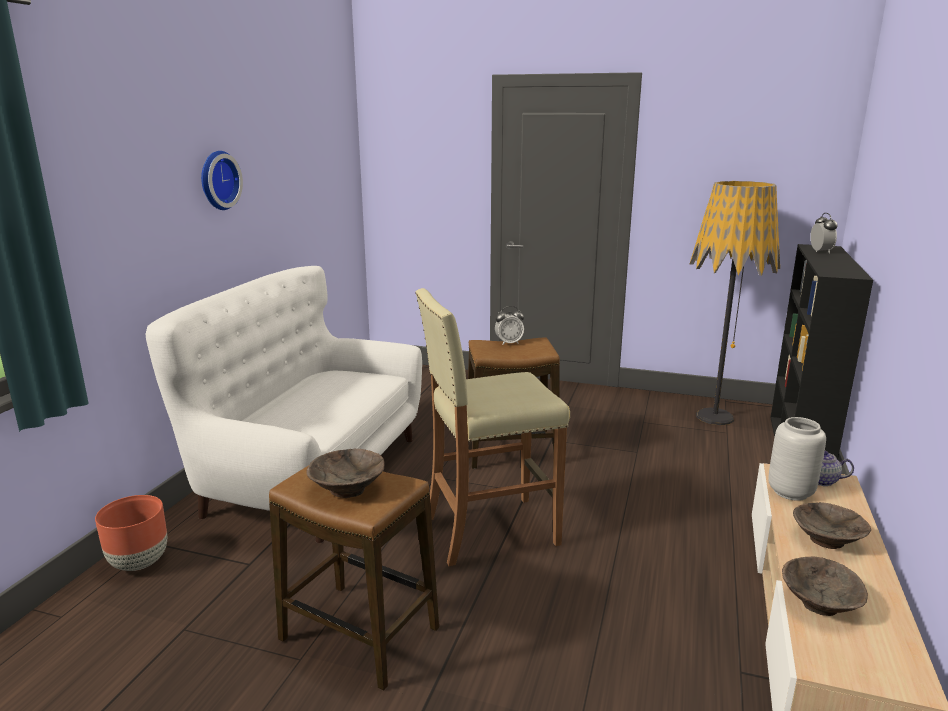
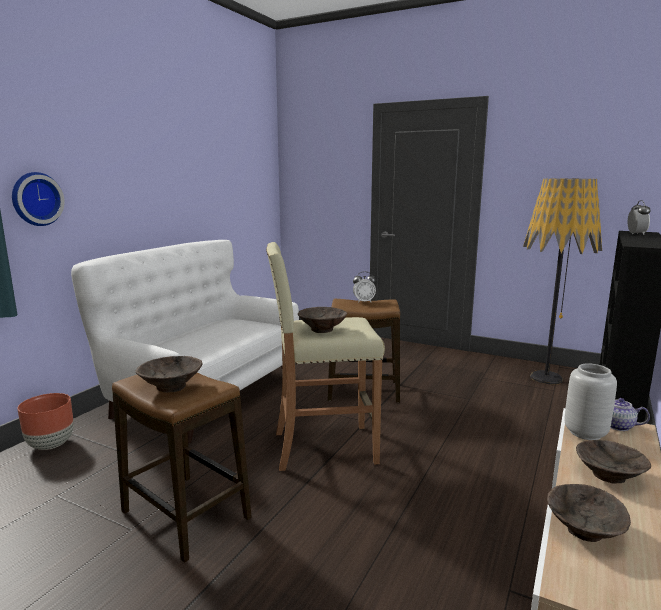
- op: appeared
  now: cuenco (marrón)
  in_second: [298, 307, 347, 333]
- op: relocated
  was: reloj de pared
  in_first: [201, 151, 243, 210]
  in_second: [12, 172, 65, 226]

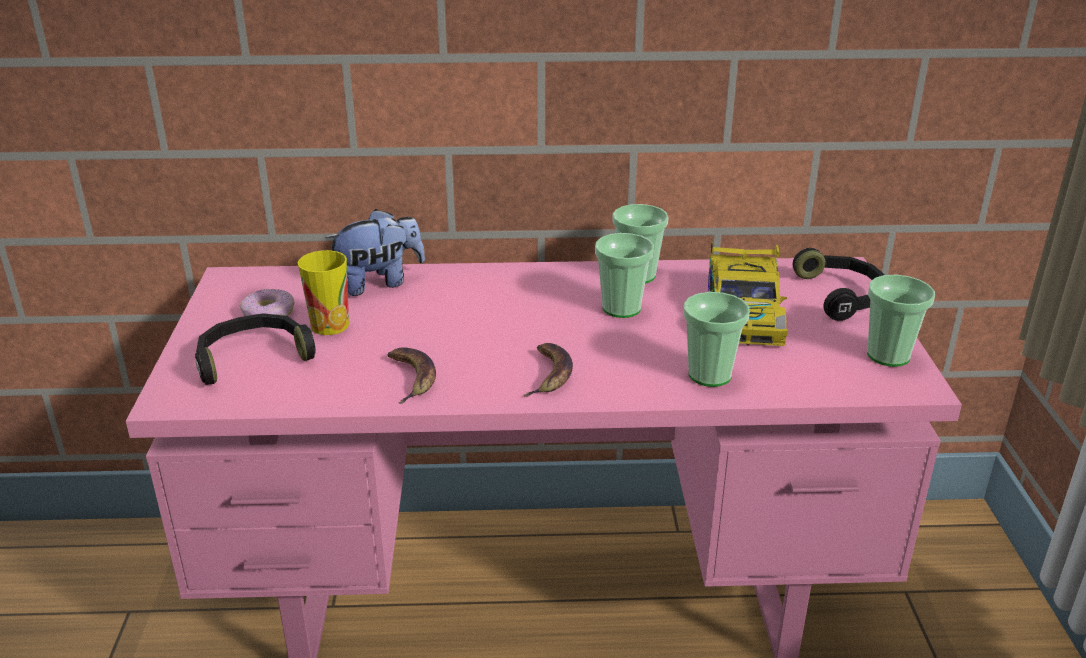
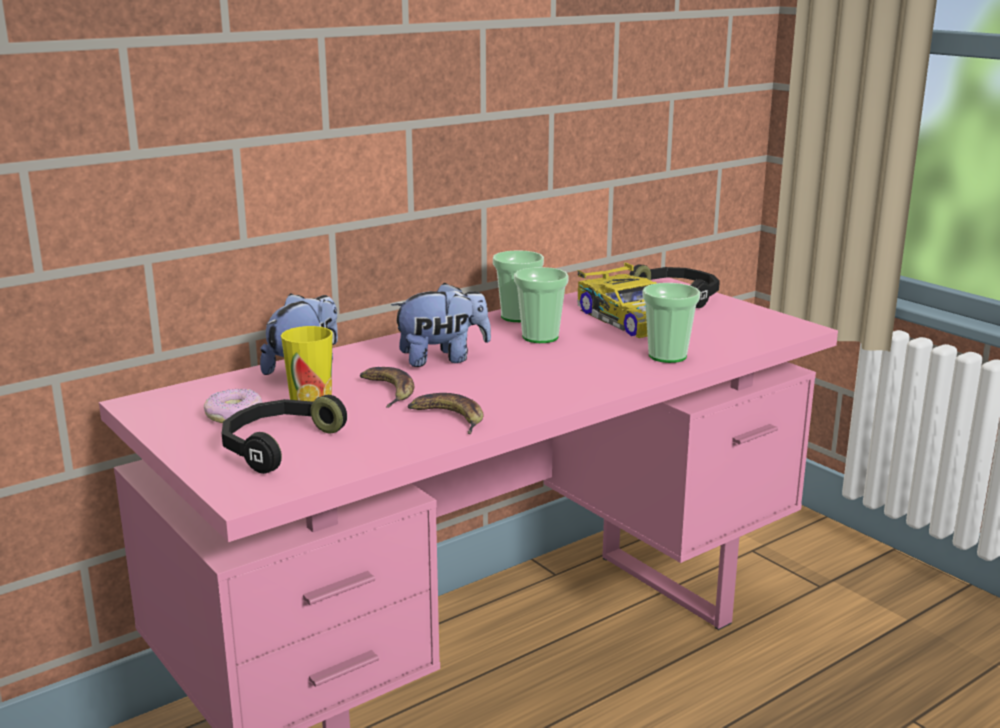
- op: missing
  was: taza
  in_first: [867, 275, 935, 367]
- op: appeared
  now: peluche
  in_second: [391, 282, 491, 367]
- op: relocated
  was: plátano
  in_first: [523, 343, 573, 397]
  in_second: [360, 367, 414, 408]

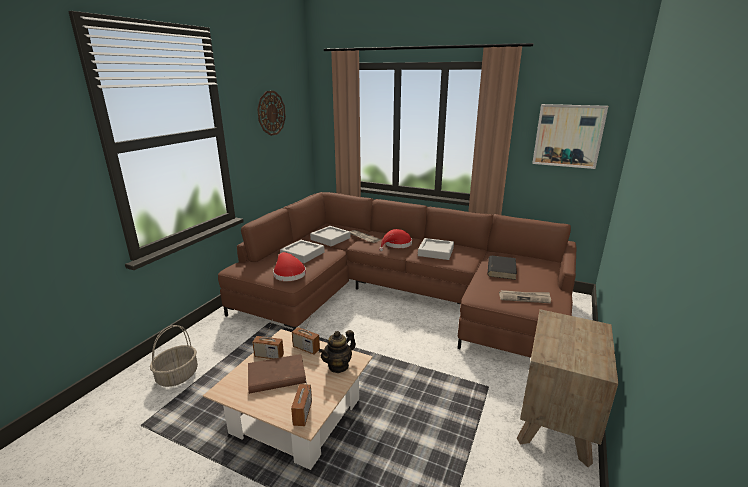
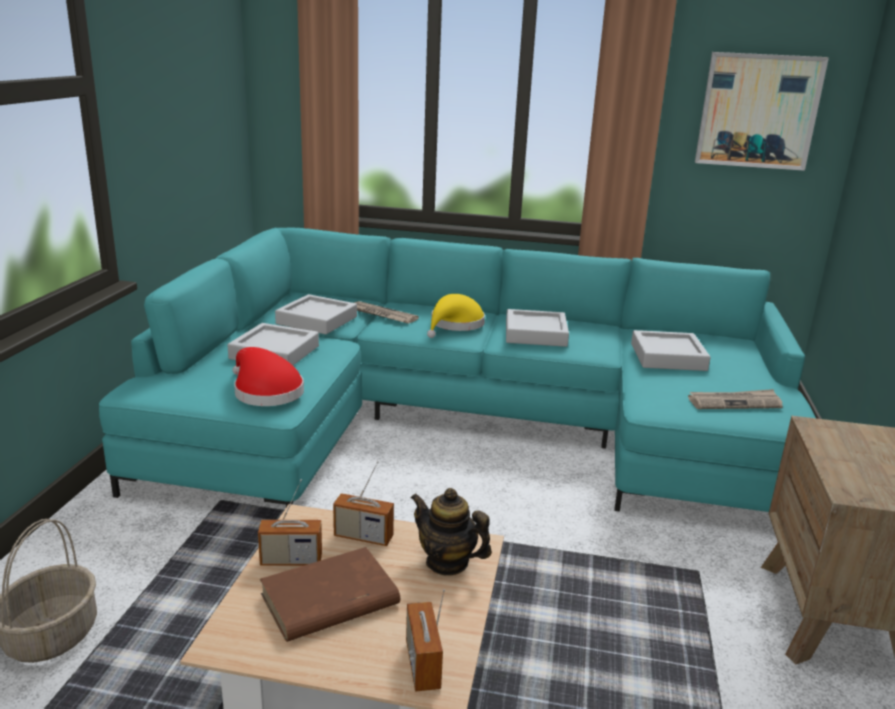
- op: missing
  was: reloj de pared
  in_first: [257, 91, 286, 136]
- op: exchanged
  was: libro (negro)
  now: bandeja (gris)
  in_first: [488, 256, 517, 280]
  in_second: [631, 330, 711, 371]
- op: colour
  was: sofá (marrón)
  now: sofá (turquesa)
  in_first: [218, 192, 576, 358]
  in_second: [99, 227, 816, 512]
- op: colour
  was: sombrero (rojo)
  now: sombrero (amarillo)
  in_first: [379, 229, 412, 251]
  in_second: [427, 294, 485, 338]
- op: spun
  was: tetera
  in_first: [319, 330, 356, 373]
  in_second: [411, 488, 492, 576]
  clockwise: 90

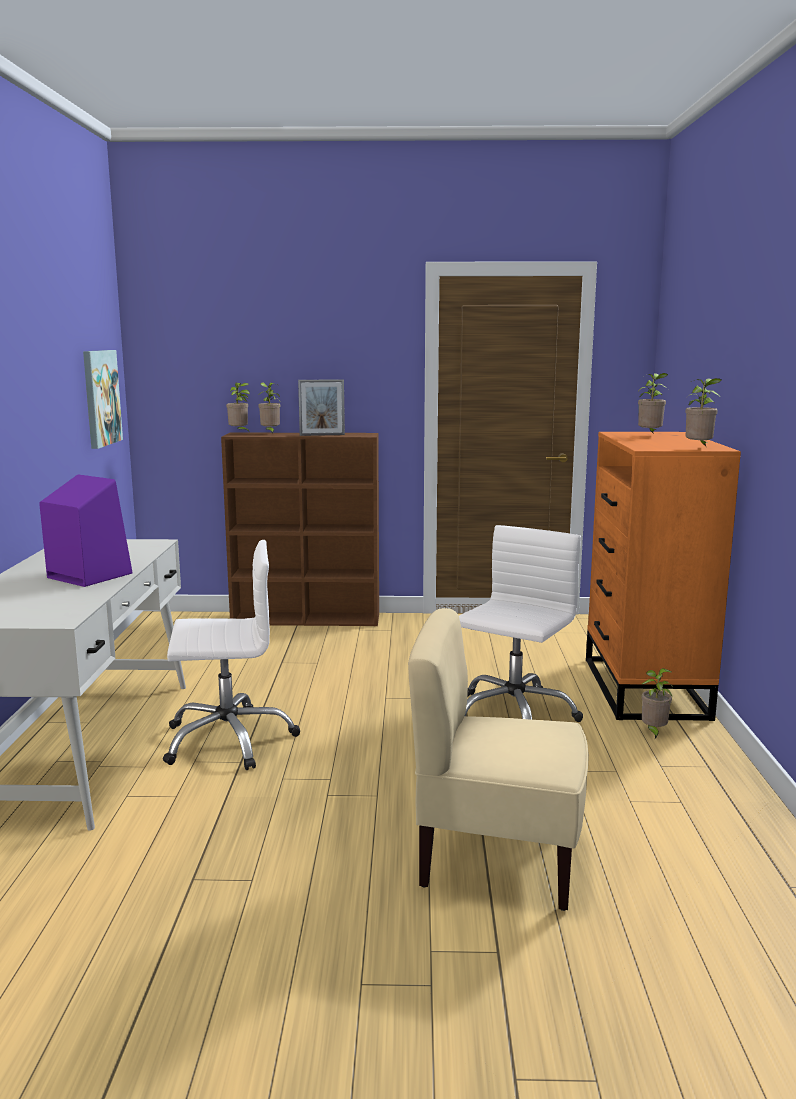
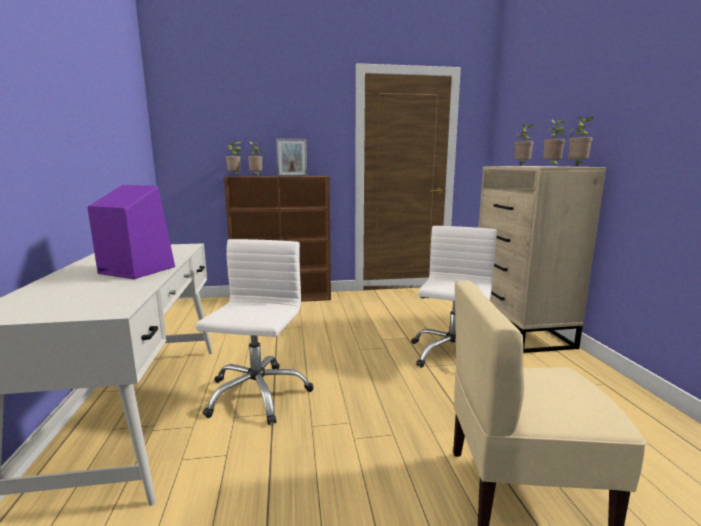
- op: missing
  was: cuadro
  in_first: [83, 350, 123, 449]
- op: relocated
  was: planta en maceta
  in_first: [641, 668, 673, 739]
  in_second: [543, 119, 566, 165]
- op: colour
  was: cómoda (naranja)
  now: cómoda (beis)
  in_first: [586, 432, 741, 721]
  in_second: [478, 166, 606, 353]
- op: spun
  was: silla de oficina (blanco)
  in_first: [163, 540, 300, 770]
  in_second: [195, 239, 313, 425]
  clockwise: -60

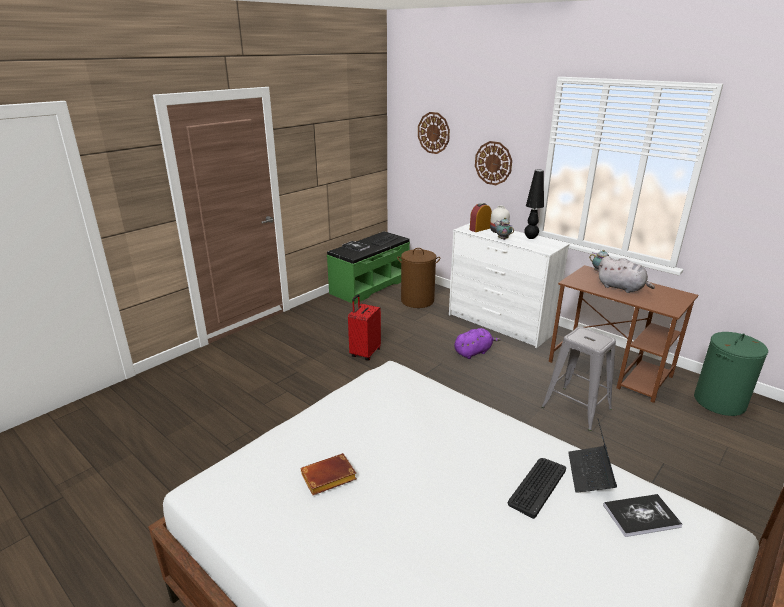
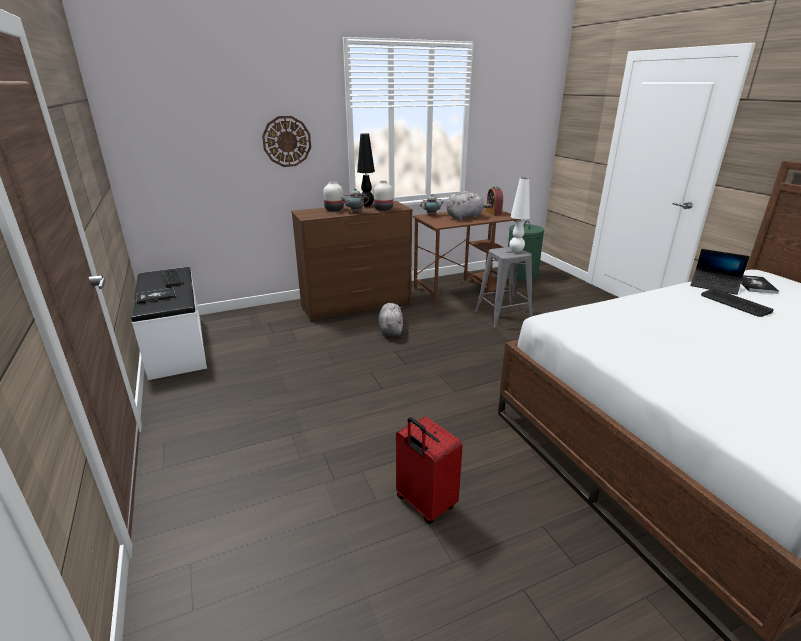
- op: missing
  was: libro (marrón)
  in_first: [301, 453, 357, 495]
- op: missing
  was: cesto de la ropa (marrón)
  in_first: [397, 248, 440, 308]
- op: missing
  was: reloj de pared
  in_first: [418, 112, 450, 154]
- op: appeared
  now: florero (blanco)
  in_second: [373, 181, 393, 211]
- op: appeared
  now: lámpara de mesa (blanco)
  in_second: [509, 178, 530, 253]
- op: relocated
  was: maleta (rojo)
  in_first: [348, 294, 381, 361]
  in_second: [396, 416, 463, 524]
- op: relocated
  was: despertador
  in_first: [470, 203, 492, 232]
  in_second: [486, 187, 503, 216]
- op: colour
  was: banco (verde)
  now: banco (blanco)
  in_first: [327, 231, 410, 304]
  in_second: [131, 267, 207, 380]
- op: colour
  was: cómoda (blanco)
  now: cómoda (marrón)
  in_first: [449, 223, 569, 348]
  in_second: [291, 201, 413, 321]
- op: colour
  was: peluche (morado)
  now: peluche (gris)
  in_first: [454, 328, 501, 359]
  in_second: [379, 303, 403, 336]

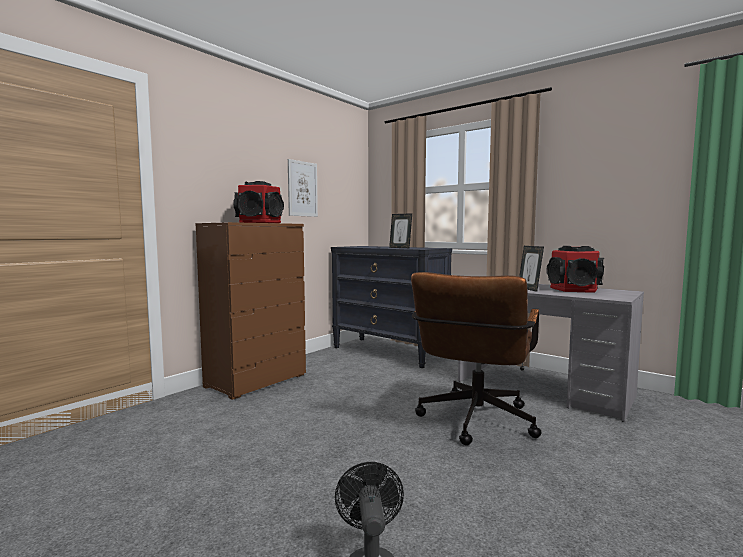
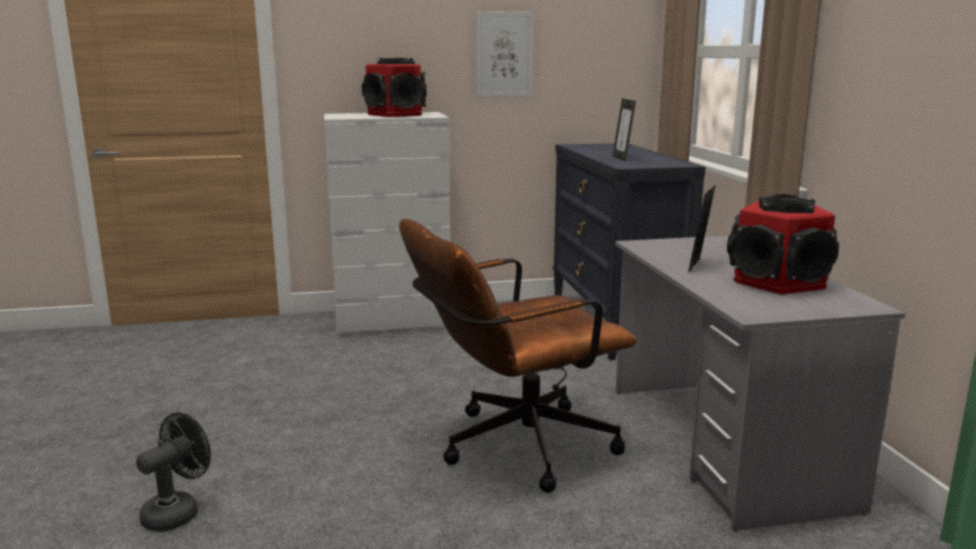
- op: colour
  was: cómoda (marrón)
  now: cómoda (blanco)
  in_first: [195, 222, 306, 400]
  in_second: [324, 112, 450, 335]

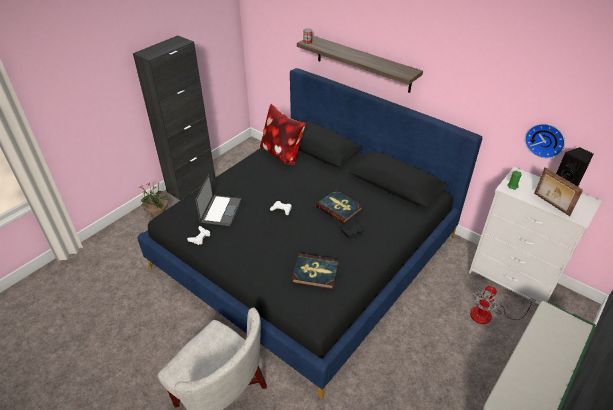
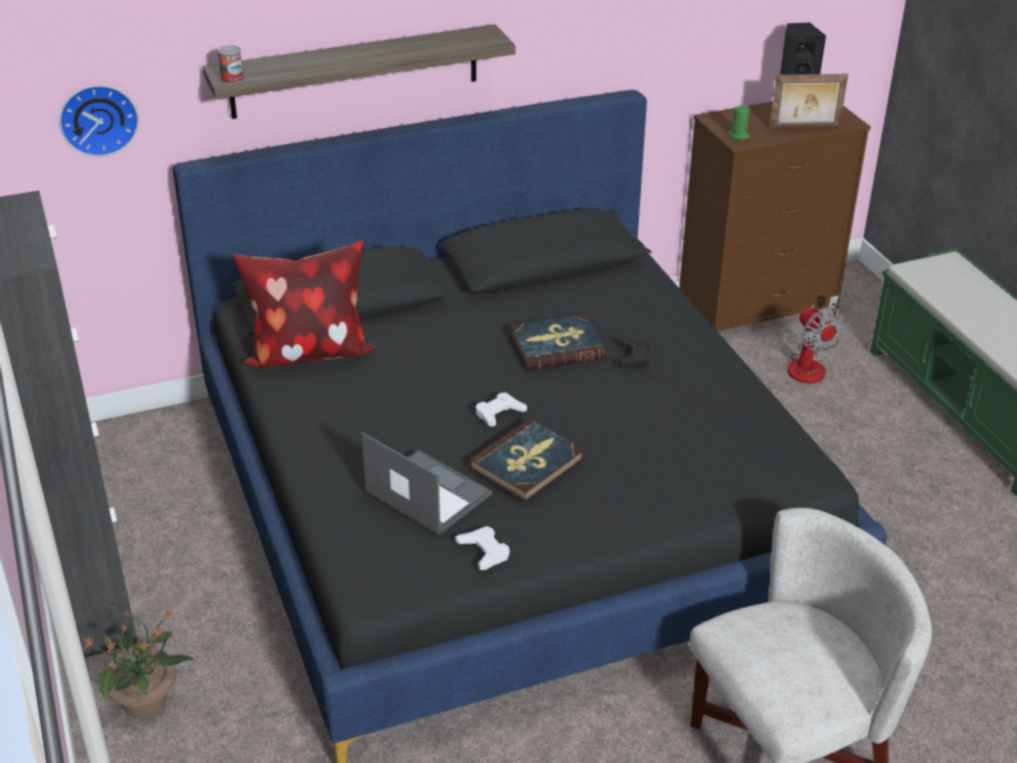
- op: relocated
  was: libro
  in_first: [291, 254, 339, 290]
  in_second: [469, 419, 585, 503]
- op: relocated
  was: reloj de pared
  in_first: [525, 124, 565, 158]
  in_second: [59, 85, 139, 157]
- op: colour
  was: cómoda (blanco)
  now: cómoda (marrón)
  in_first: [469, 167, 602, 305]
  in_second: [679, 102, 871, 332]

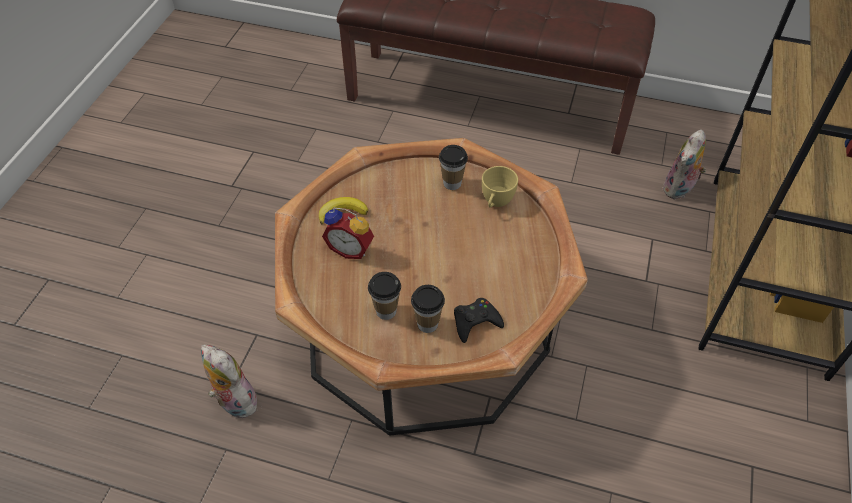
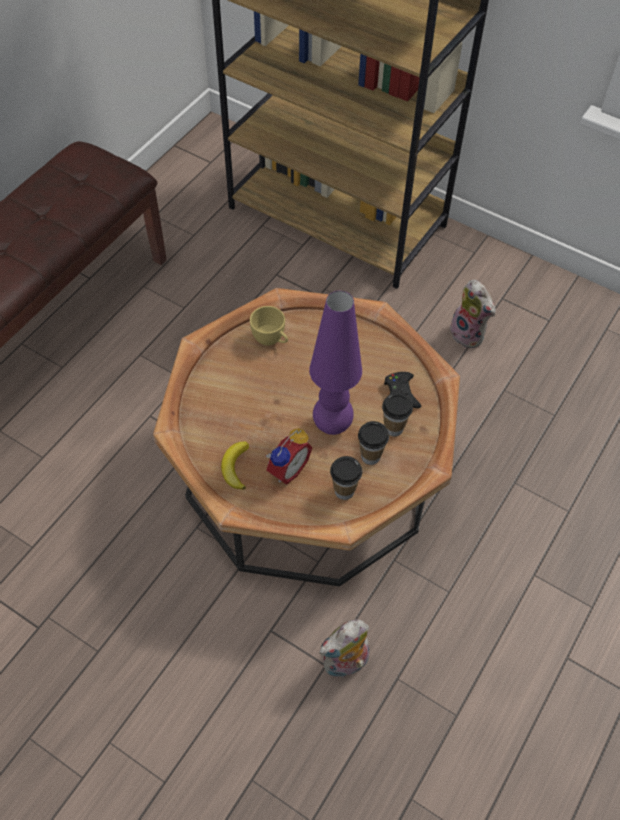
- op: appeared
  now: lámpara de mesa (morado)
  in_second: [309, 291, 362, 435]
- op: relocated
  was: taza
  in_first: [439, 145, 468, 190]
  in_second: [330, 456, 362, 500]
- op: relocated
  was: peluche
  in_first: [662, 130, 706, 199]
  in_second: [449, 280, 496, 348]

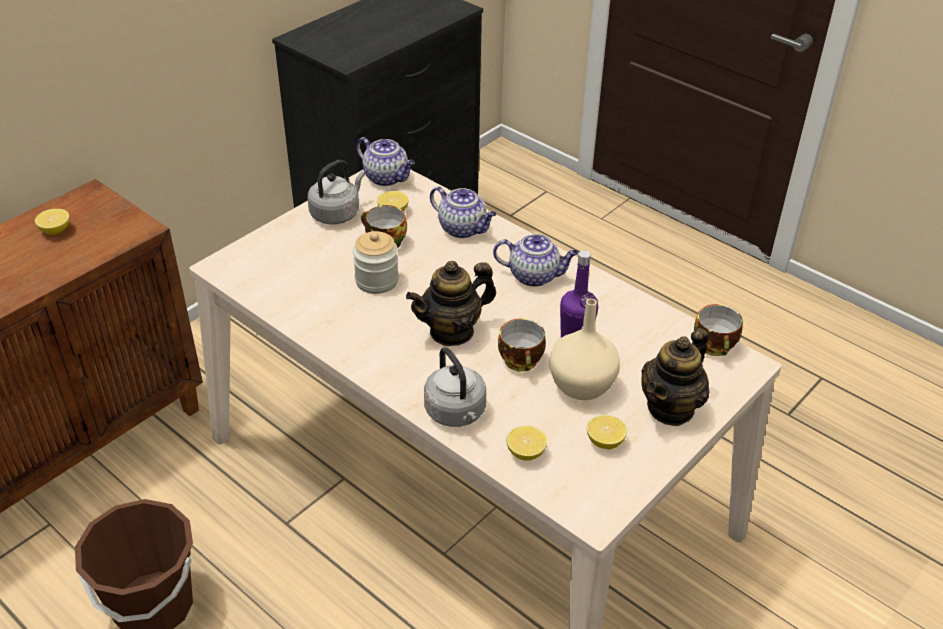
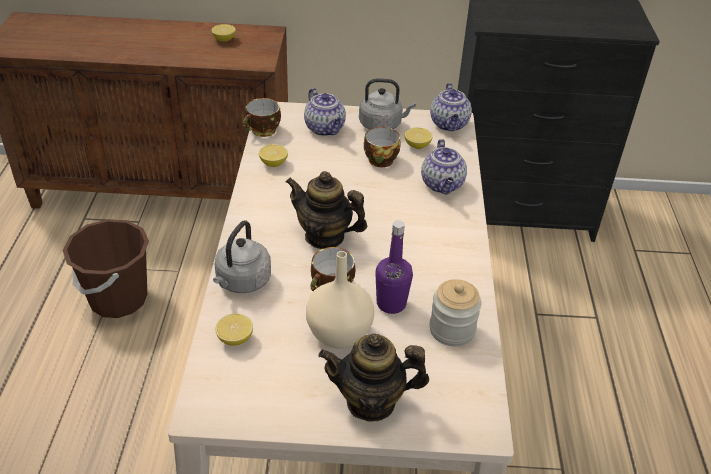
- op: relocated
  was: tarro
  in_first: [353, 231, 399, 294]
  in_second: [429, 279, 481, 346]
- op: relocated
  was: tetera
  in_first: [493, 234, 579, 287]
  in_second: [304, 88, 346, 136]
- op: relocated
  was: limón
  in_first: [587, 415, 627, 449]
  in_second: [259, 144, 288, 167]
- op: relocated
  was: taza
  in_first: [694, 304, 743, 356]
  in_second: [243, 98, 281, 137]

